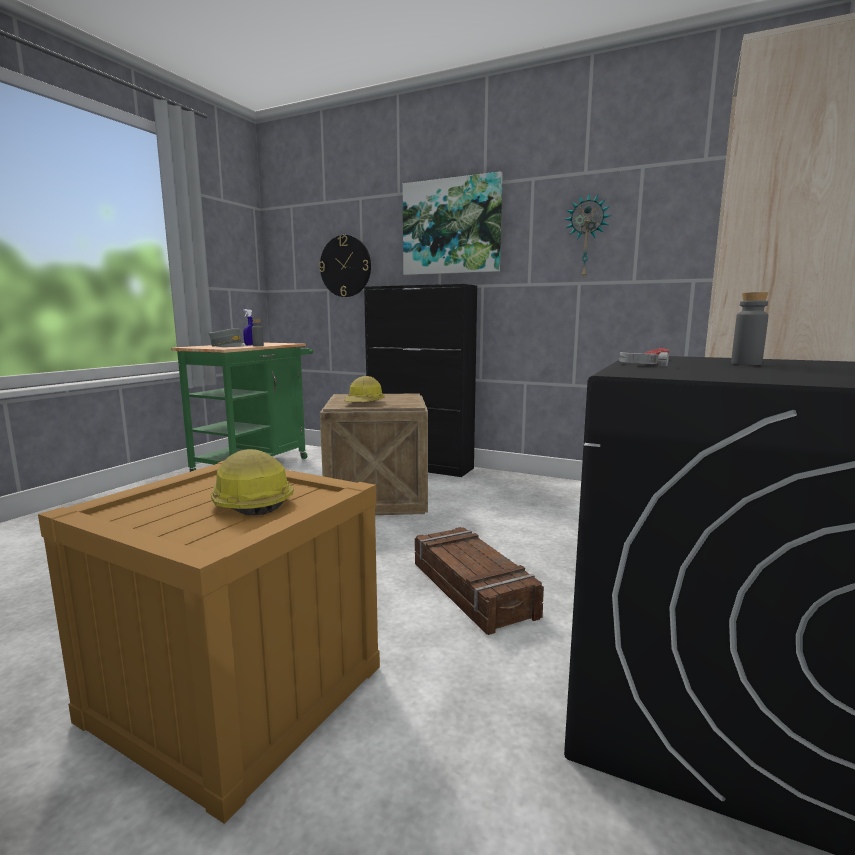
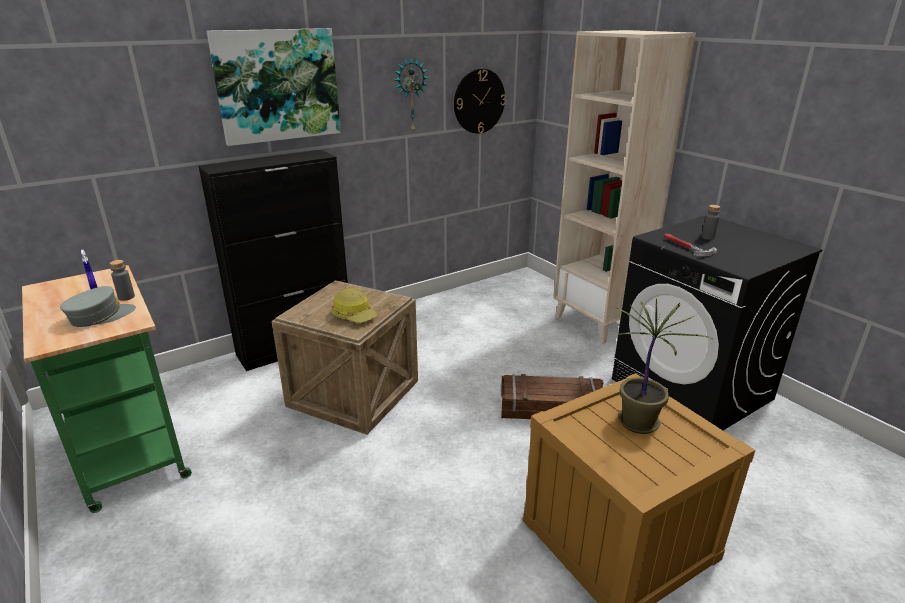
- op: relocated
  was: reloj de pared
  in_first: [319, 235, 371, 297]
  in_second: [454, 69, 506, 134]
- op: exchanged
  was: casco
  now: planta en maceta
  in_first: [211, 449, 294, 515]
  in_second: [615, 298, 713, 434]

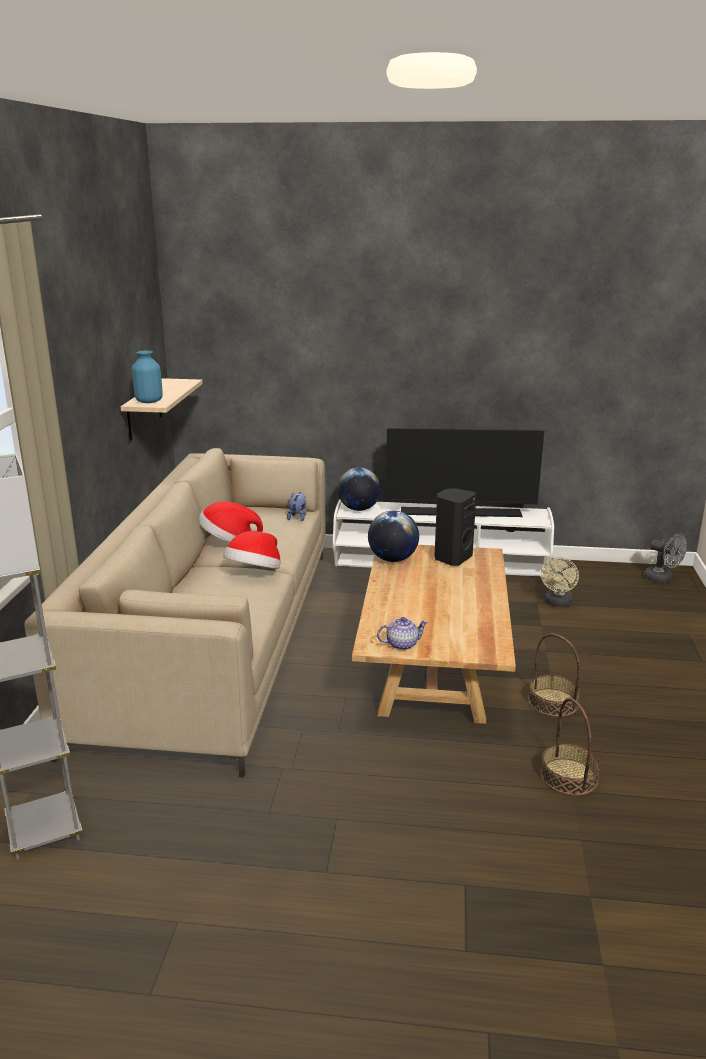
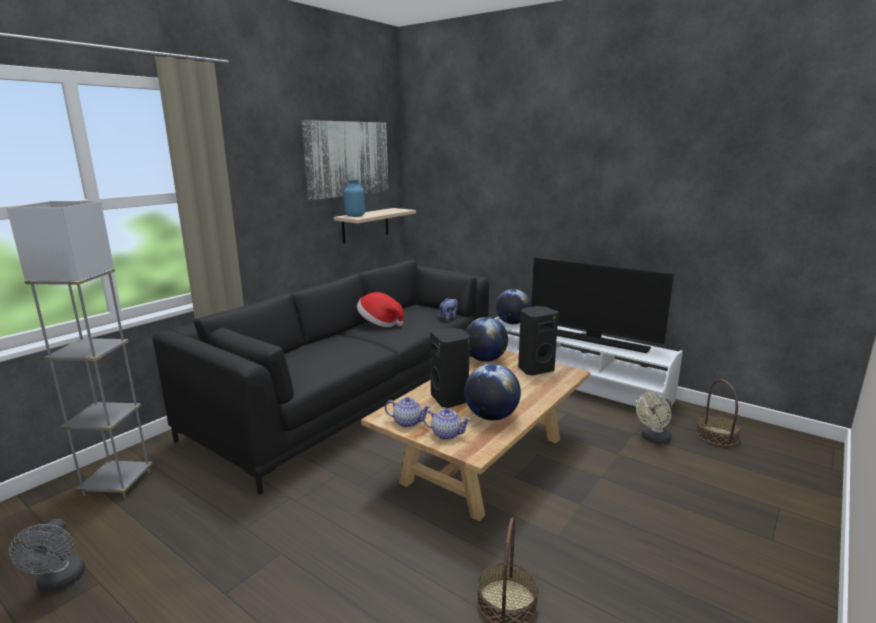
- op: missing
  was: sombrero
  in_first: [223, 531, 281, 569]
- op: appeared
  now: cuadro
  in_second: [302, 120, 388, 200]
- op: appeared
  now: tetera
  in_second: [423, 408, 471, 440]
- op: appeared
  now: altavoz (negro)
  in_second: [430, 328, 470, 408]
- op: appeared
  now: globo terráqueo
  in_second: [464, 364, 521, 421]
- op: relocated
  was: cesta
  in_first: [528, 633, 580, 717]
  in_second: [696, 379, 741, 446]
- op: relocated
  was: ventilador (gris)
  in_first: [644, 534, 687, 583]
  in_second: [9, 519, 85, 592]
- op: colour
  was: sofá (beis)
  now: sofá (negro)
  in_first: [24, 448, 326, 778]
  in_second: [153, 260, 489, 495]

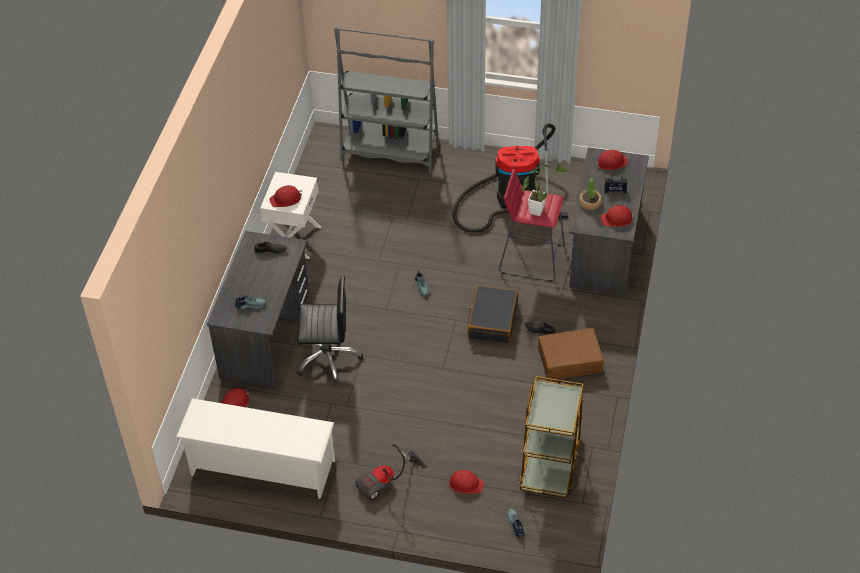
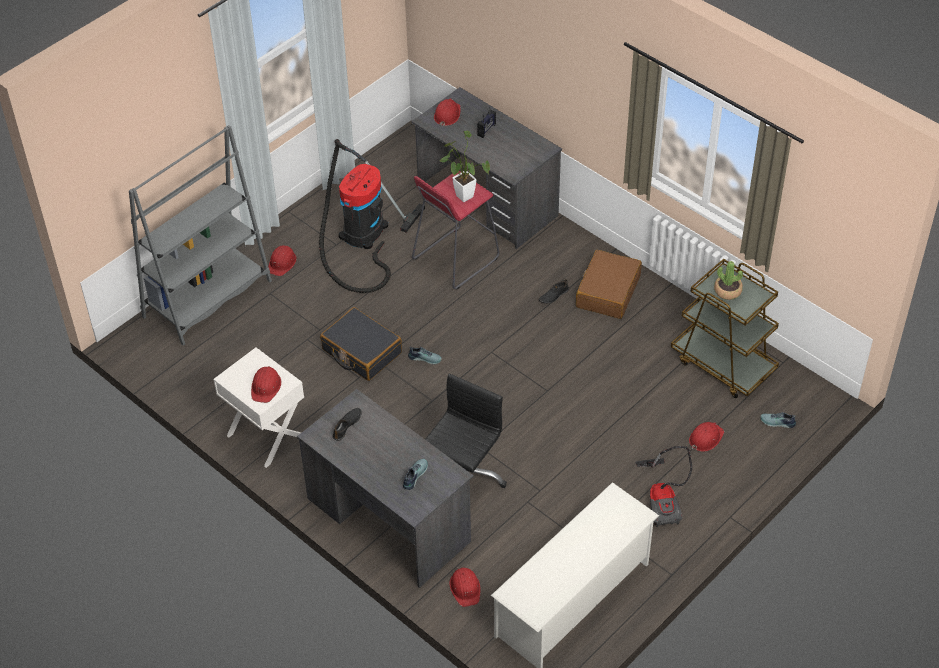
- op: relocated
  was: maleta (negro)
  in_first: [468, 286, 518, 344]
  in_second: [320, 307, 402, 381]
- op: relocated
  was: planta en maceta
  in_first: [579, 178, 602, 210]
  in_second: [714, 261, 743, 300]
- op: relocated
  was: casco (rojo)
  in_first: [600, 205, 635, 227]
  in_second: [268, 245, 297, 276]

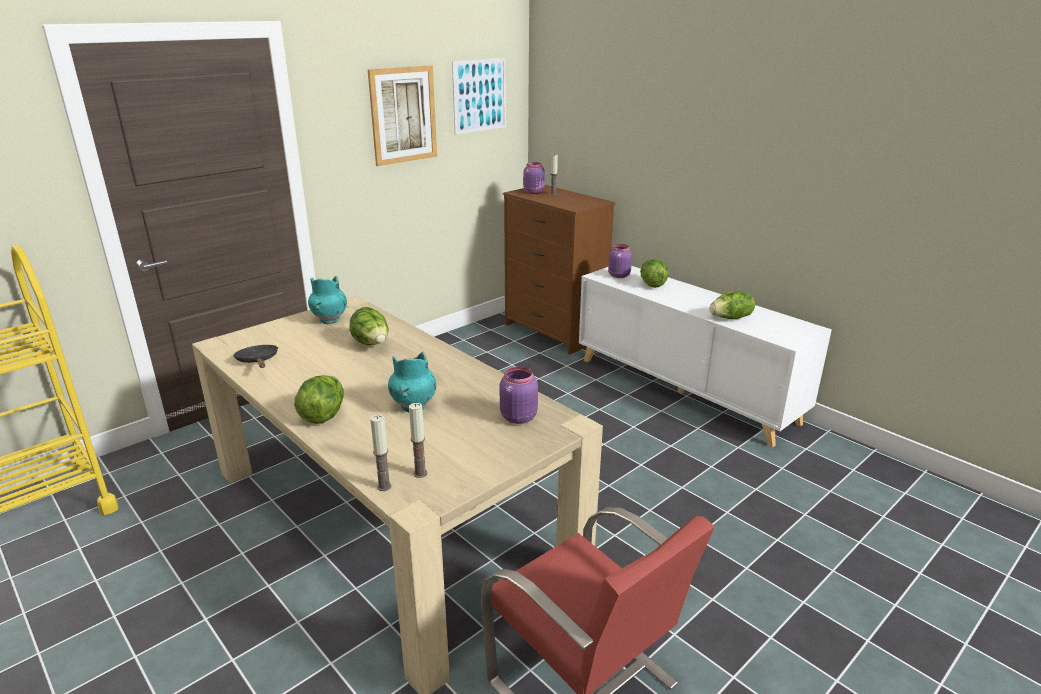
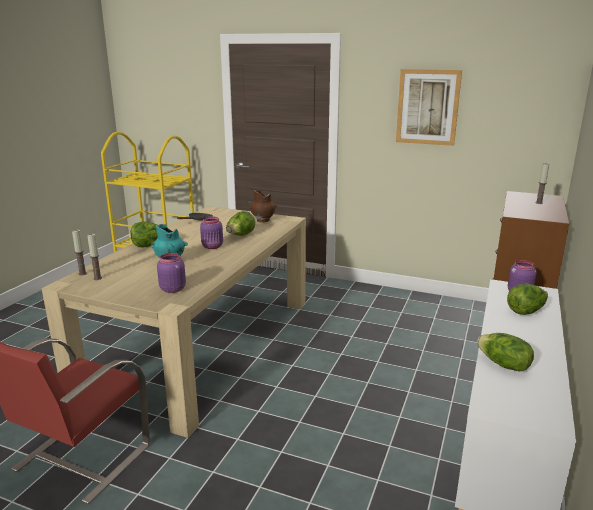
- op: missing
  was: cuadro
  in_first: [452, 58, 506, 135]
- op: relocated
  was: tarro (morado)
  in_first: [523, 162, 545, 194]
  in_second: [200, 216, 223, 249]
- op: colour
  was: florero (turquesa)
  now: florero (marrón)
  in_first: [308, 276, 347, 324]
  in_second: [249, 190, 278, 222]

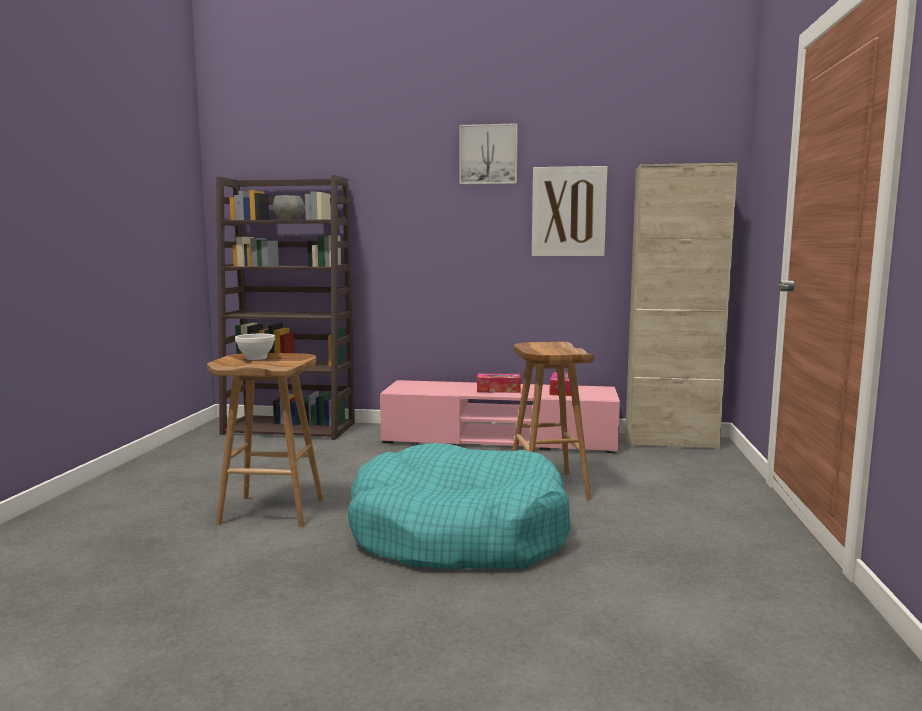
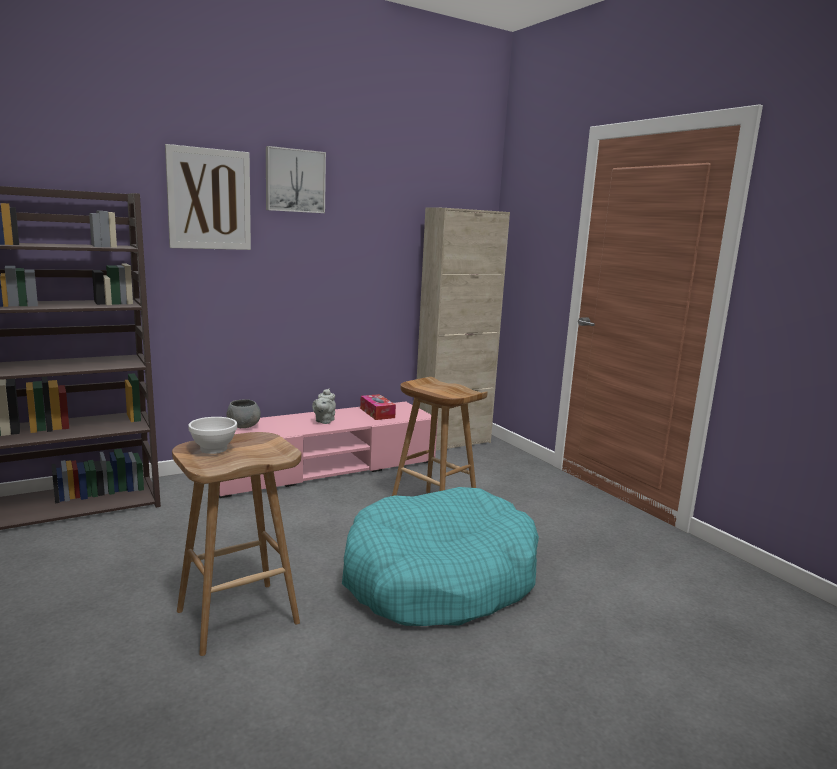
- op: relocated
  was: cuenco (gris)
  in_first: [273, 195, 305, 220]
  in_second: [226, 399, 261, 428]
- op: relocated
  was: cuadro
  in_first: [532, 166, 608, 256]
  in_second: [165, 144, 251, 250]
- op: exchanged
  was: caja de pañuelos
  now: tetera (gris)
  in_first: [477, 373, 521, 393]
  in_second: [312, 389, 336, 424]

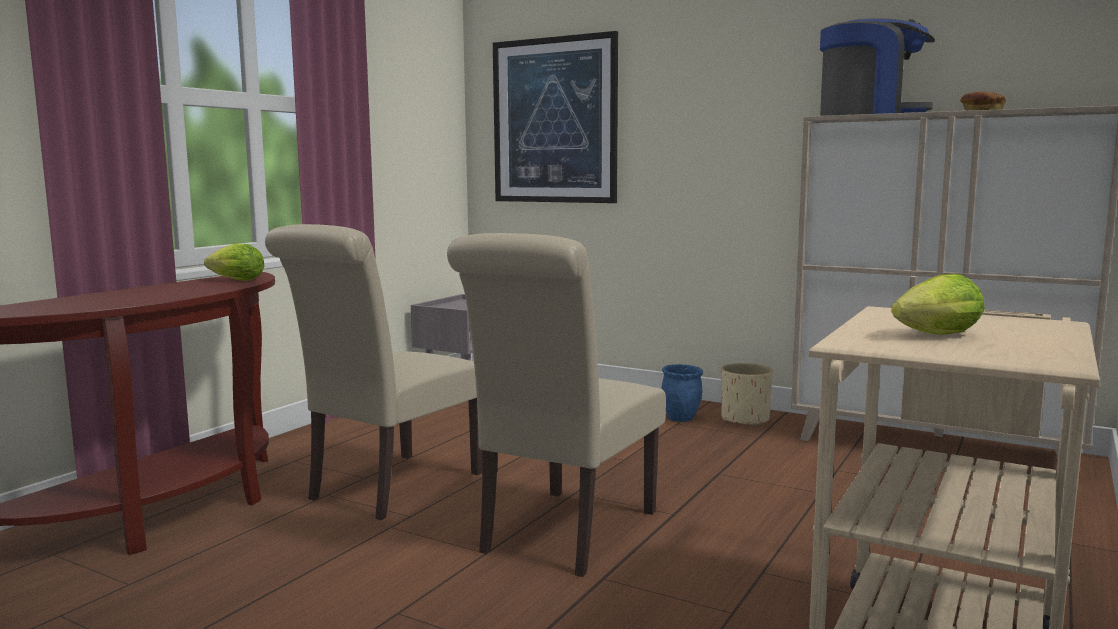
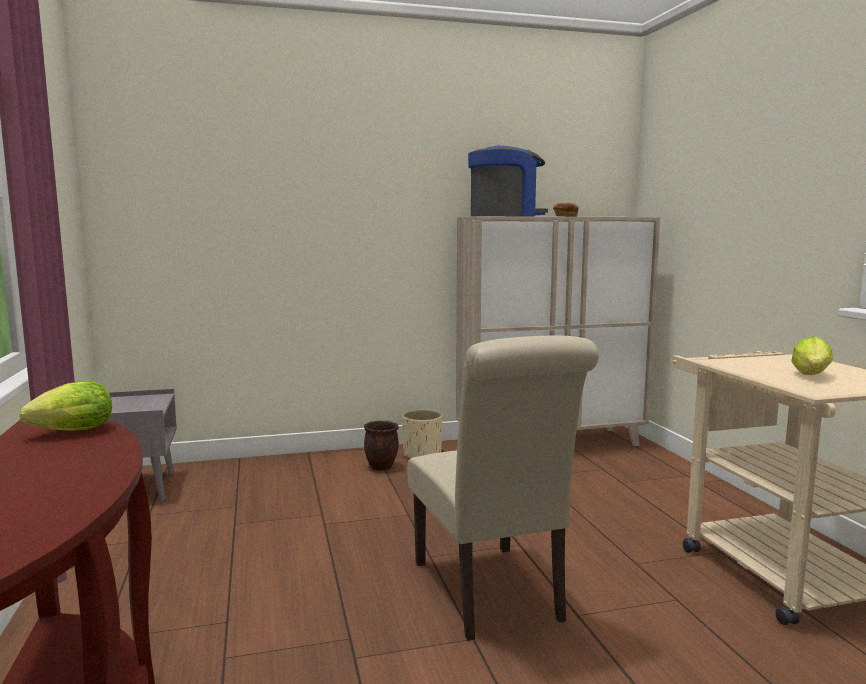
- op: missing
  was: silla (beis)
  in_first: [265, 224, 482, 520]
- op: missing
  was: cuadro
  in_first: [493, 31, 618, 203]
- op: colour
  was: maceta (azul)
  now: maceta (marrón)
  in_first: [662, 364, 703, 422]
  in_second: [364, 421, 399, 471]

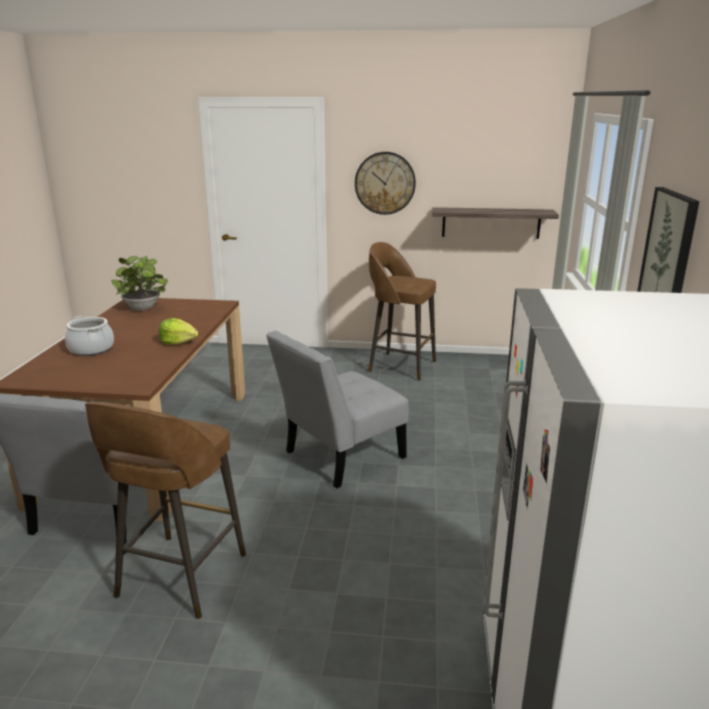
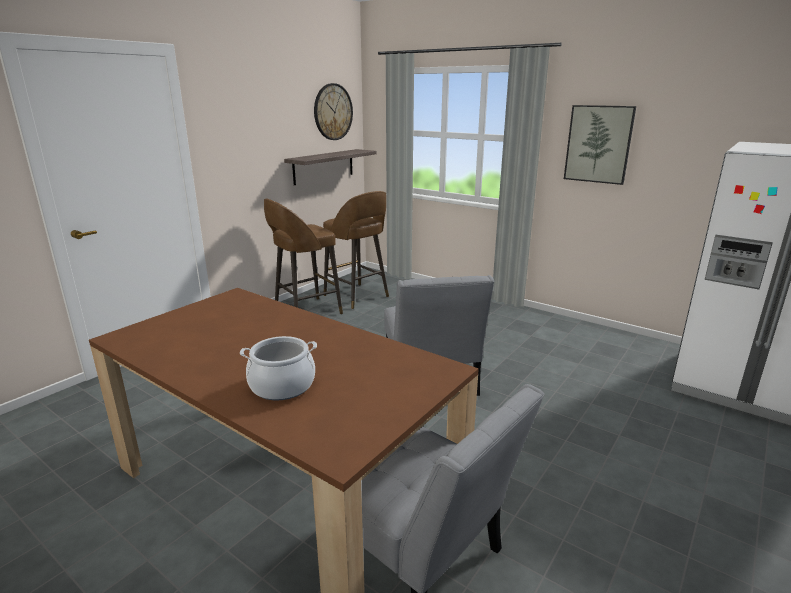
- op: missing
  was: planta en maceta
  in_first: [112, 256, 167, 311]
- op: missing
  was: lechuga
  in_first: [159, 318, 198, 345]
- op: relocated
  was: taburete (marrón)
  in_first: [85, 402, 246, 619]
  in_second: [323, 191, 389, 309]
- op: relocated
  was: reloj de pared
  in_first: [355, 152, 416, 215]
  in_second: [314, 83, 353, 140]

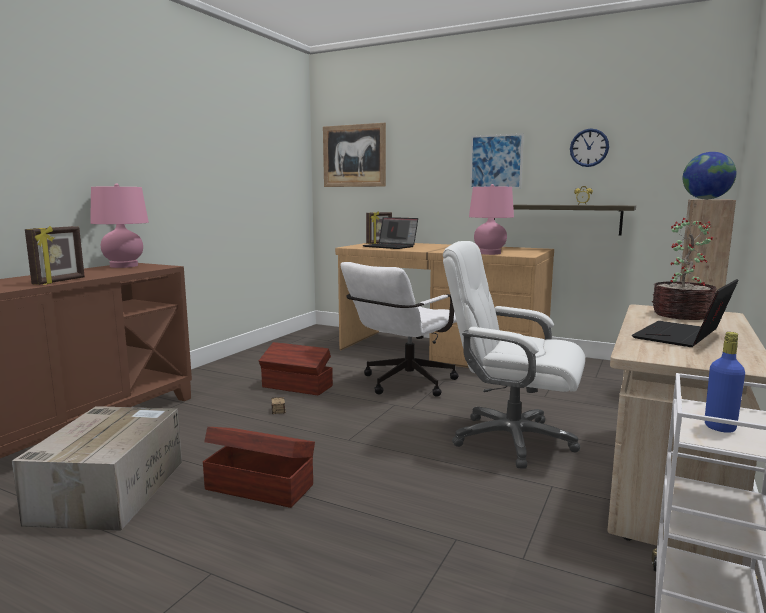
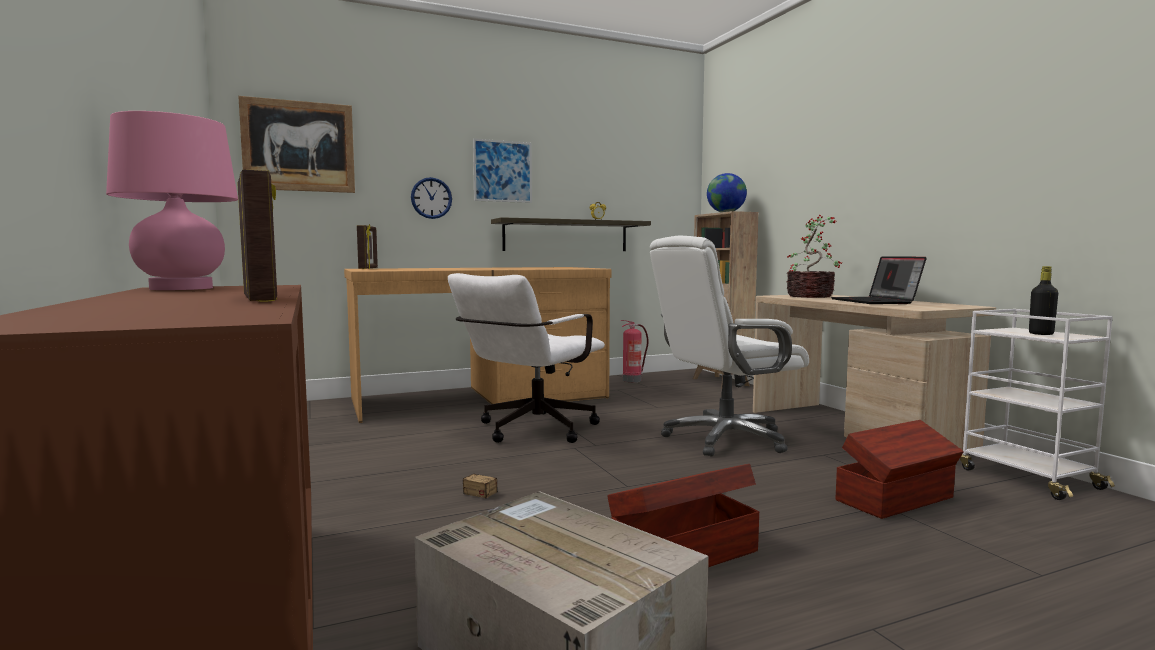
- op: missing
  was: portátil
  in_first: [363, 217, 418, 249]
- op: missing
  was: lámpara de mesa (rosa)
  in_first: [469, 184, 514, 255]
- op: appeared
  now: extintor
  in_second: [621, 320, 649, 382]
- op: relocated
  was: caja de almacenaje (marrón)
  in_first: [259, 342, 333, 396]
  in_second: [836, 420, 964, 519]
- op: relocated
  was: reloj de pared
  in_first: [570, 128, 609, 167]
  in_second: [411, 177, 452, 219]
- op: colour
  was: botella (azul)
  now: botella (negro)
  in_first: [705, 332, 745, 433]
  in_second: [1029, 266, 1058, 335]
- op: spun
  was: silla de oficina (blanco)
  in_first: [341, 262, 458, 397]
  in_second: [448, 273, 605, 443]
  clockwise: 45

